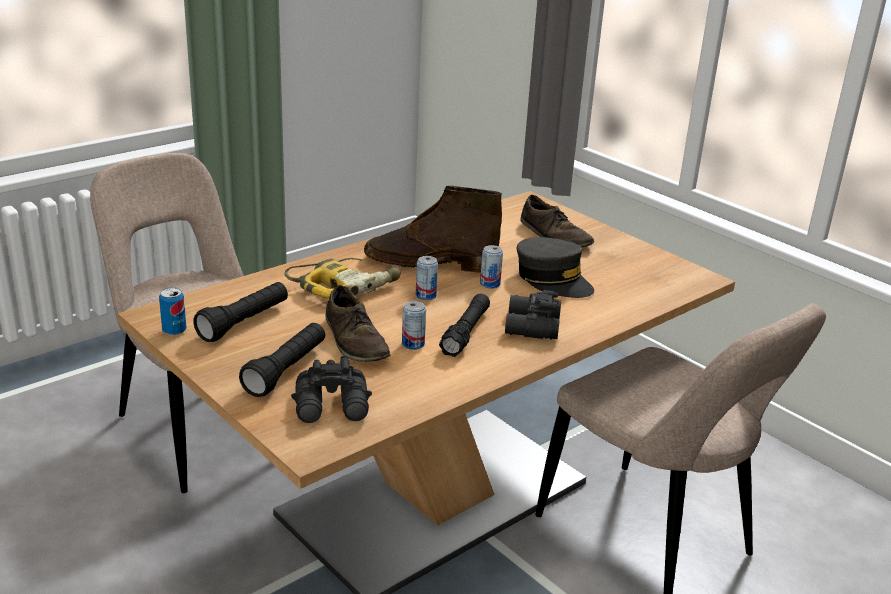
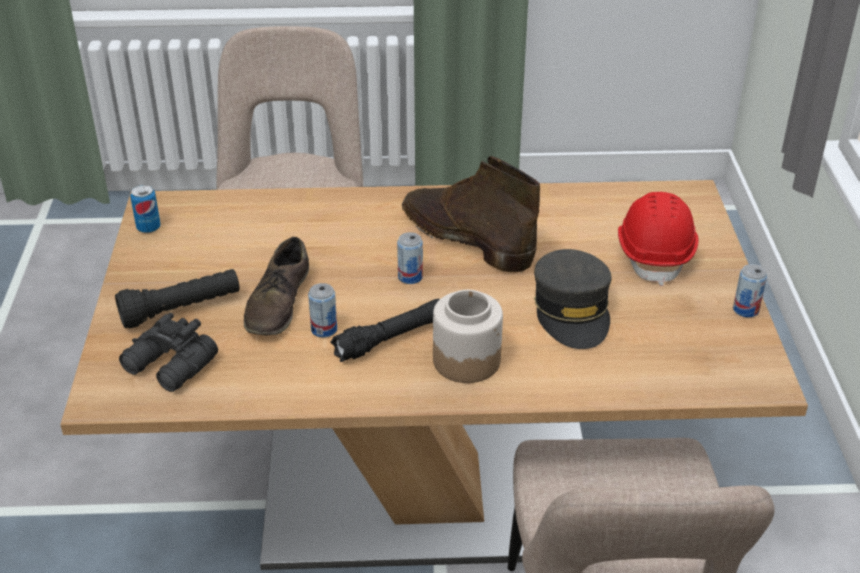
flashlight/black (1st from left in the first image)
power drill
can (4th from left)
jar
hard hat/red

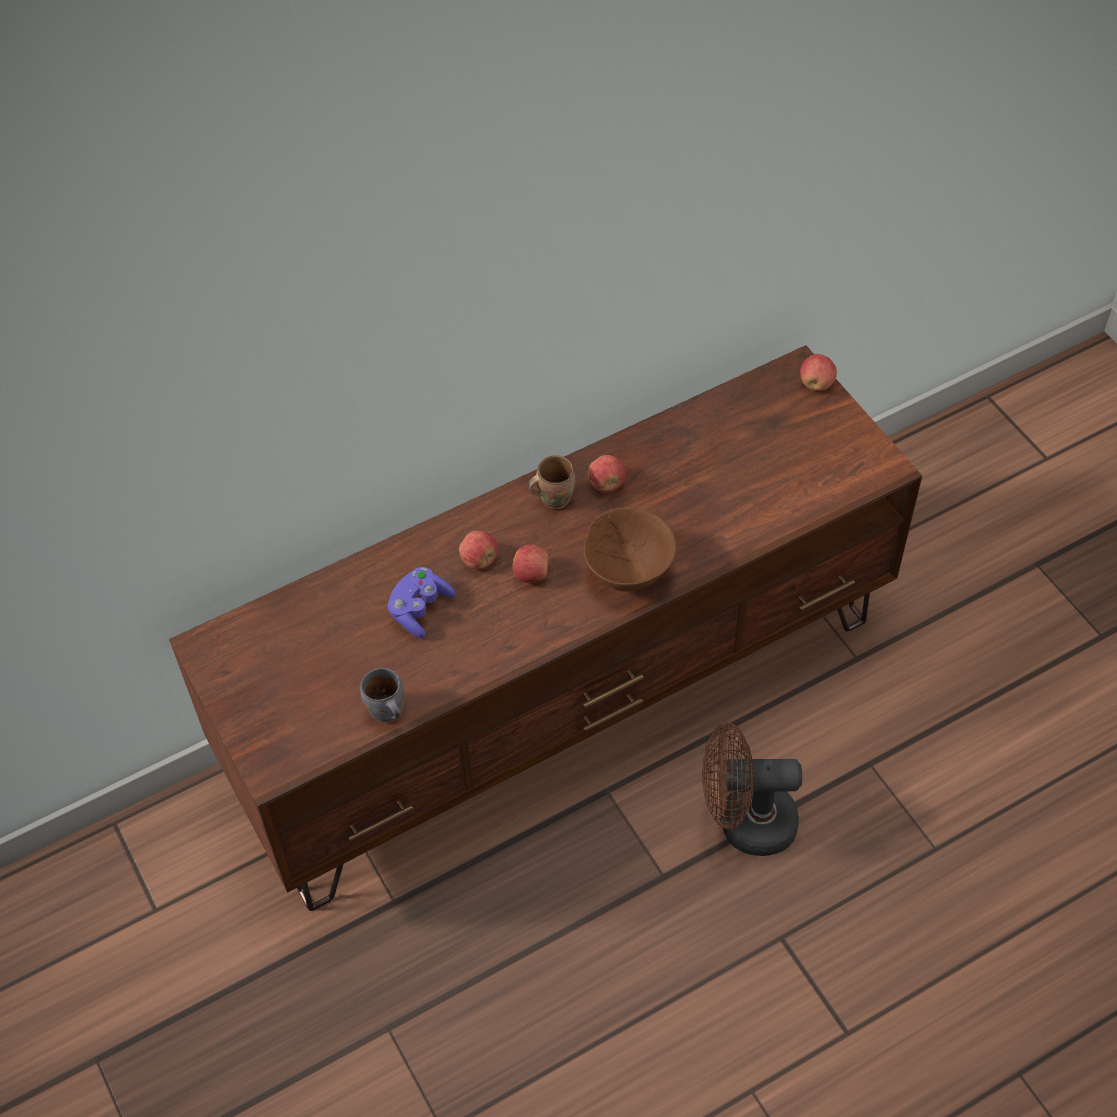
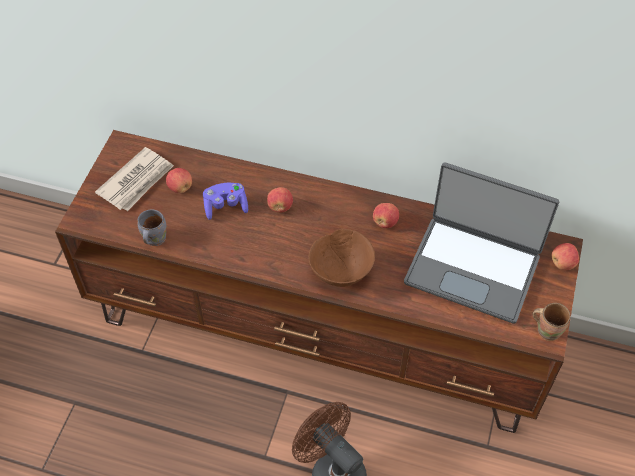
apple (1st from left)
mug/brown
newspaper
laptop

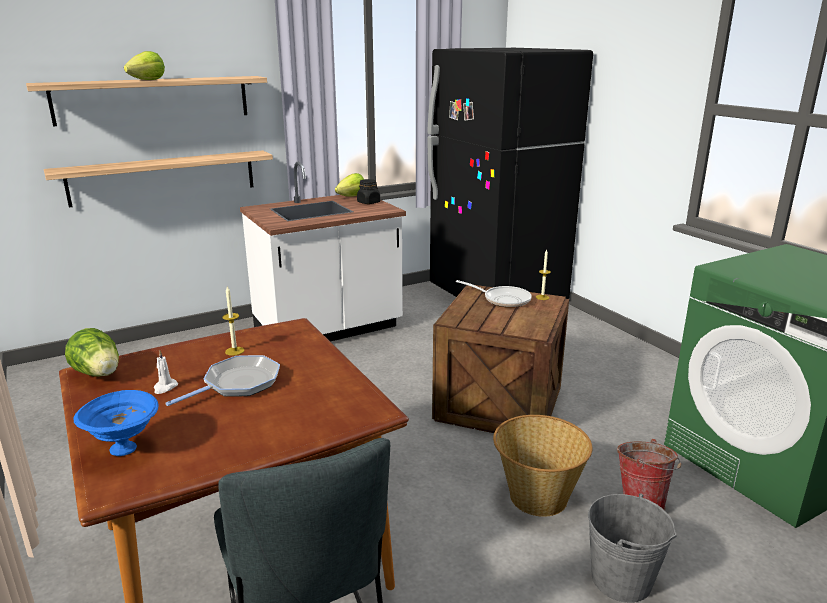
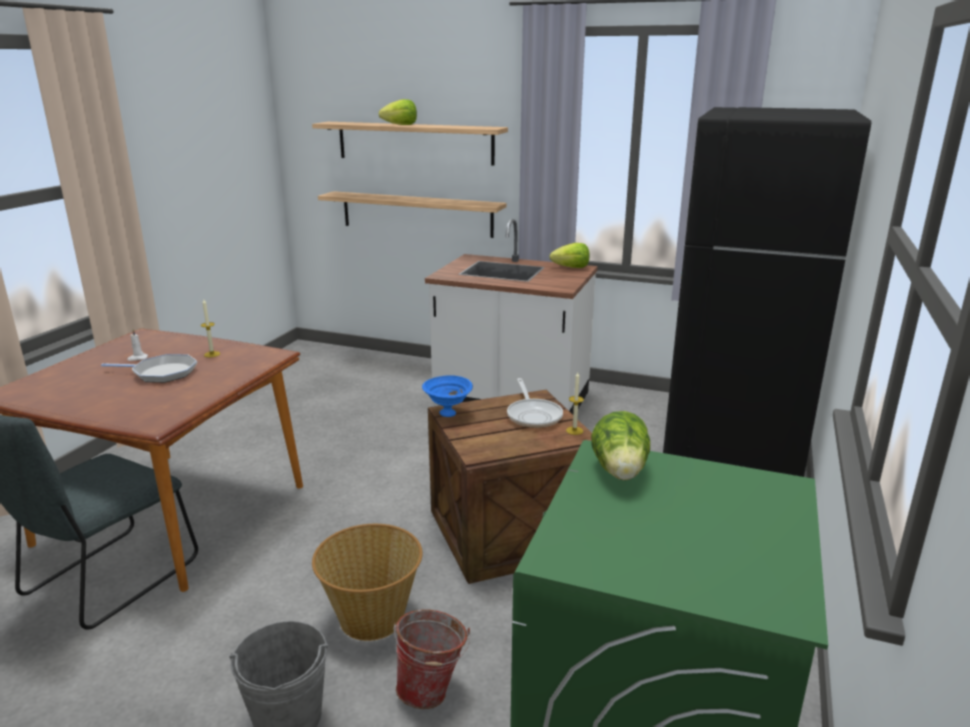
lettuce (3rd from left)
bowl/blue
jar/black

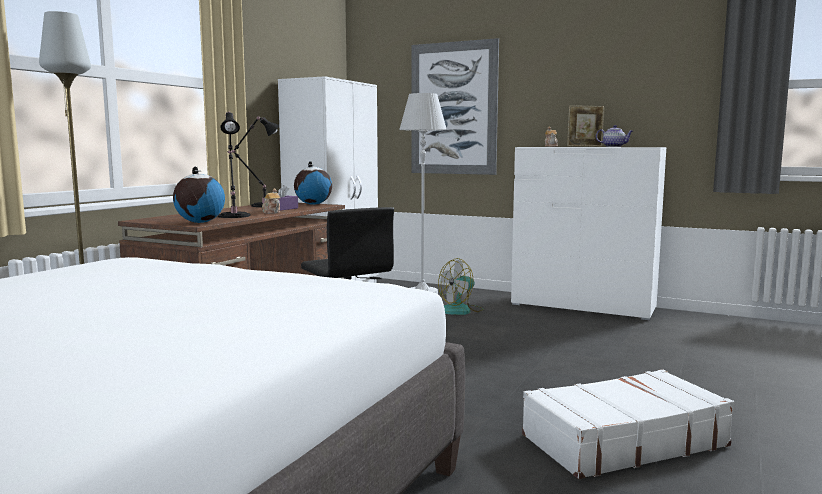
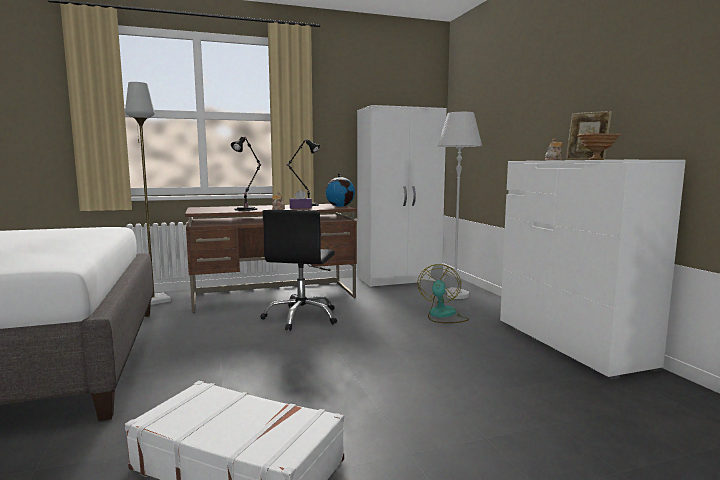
globe (1st from left in the first image)
picture
fan
bowl/brown

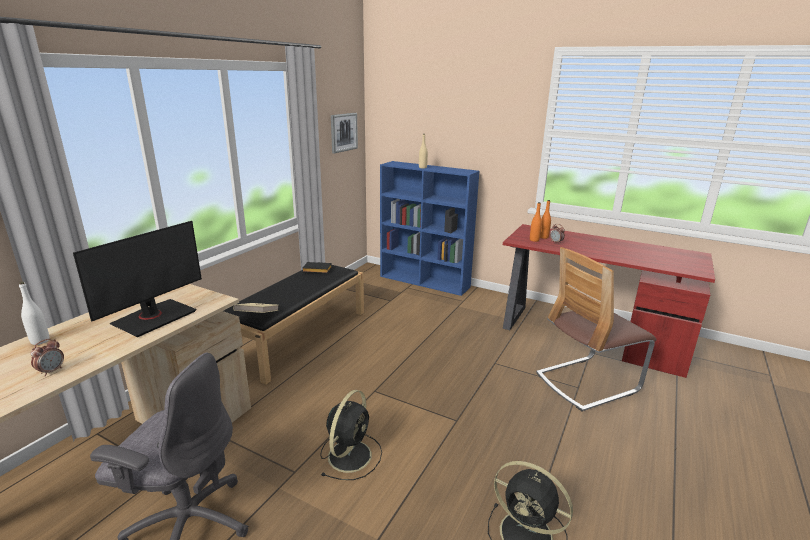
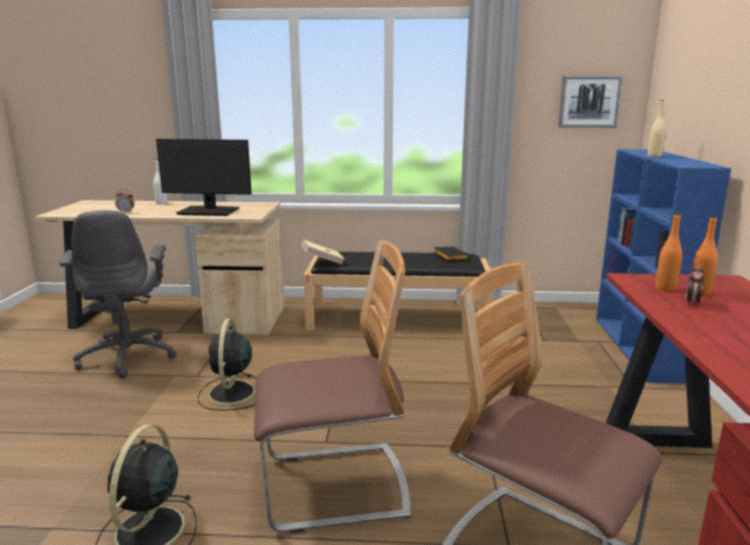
fan/black (2nd from left)
chair (1st from left)

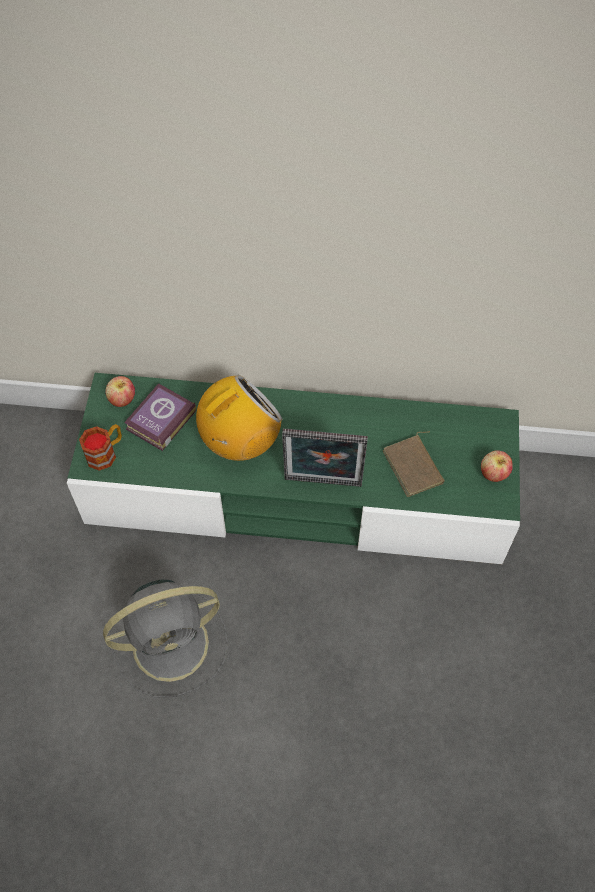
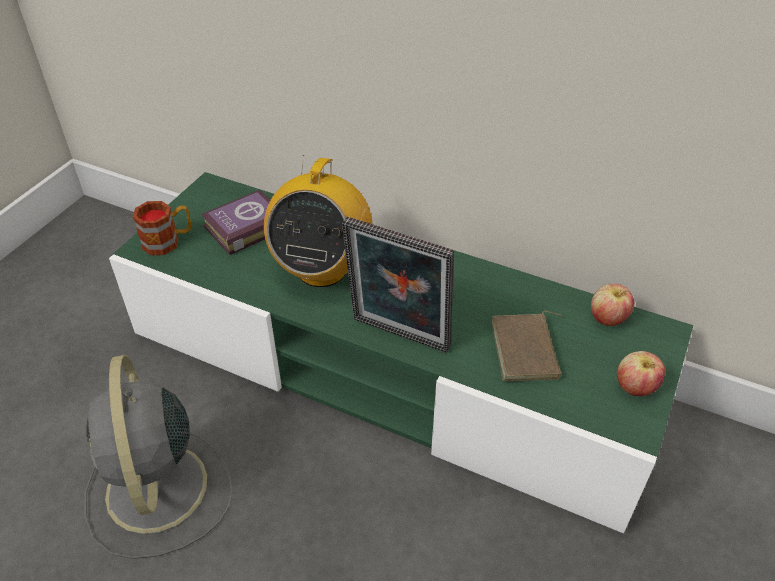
fan/grey
apple (1st from left)
radio

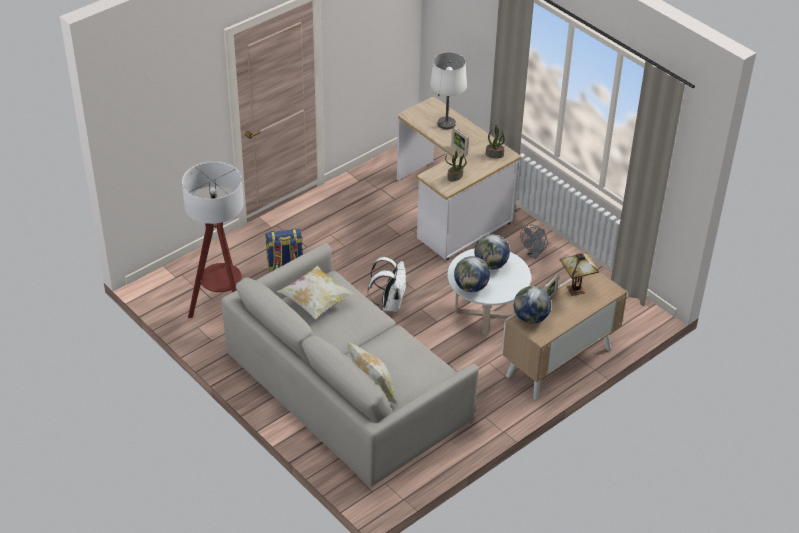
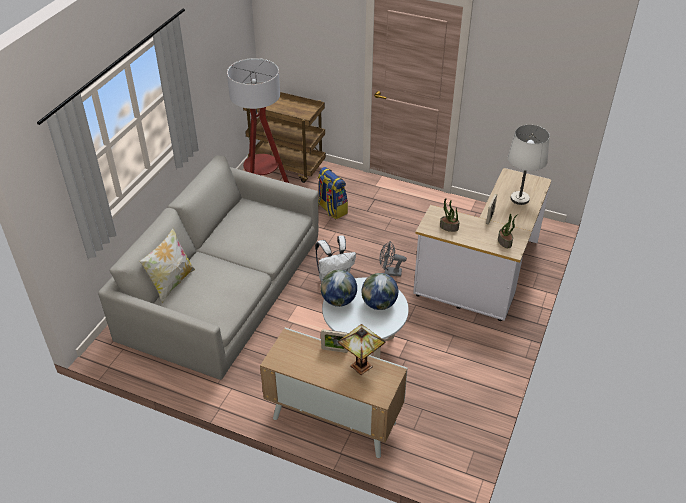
pillow (1st from left in the first image)
globe (3rd from left in the first image)
fan/grey
cart/brown

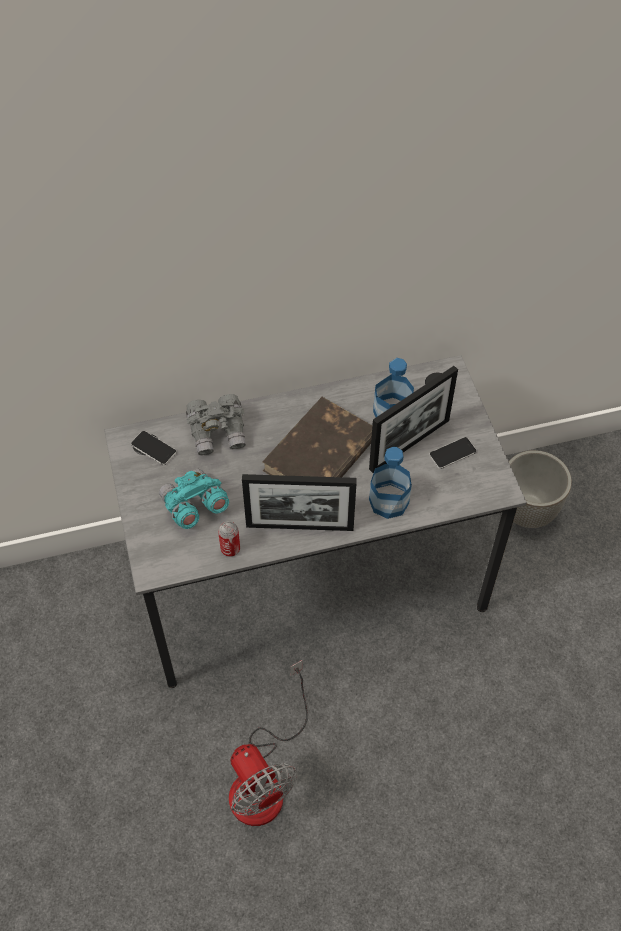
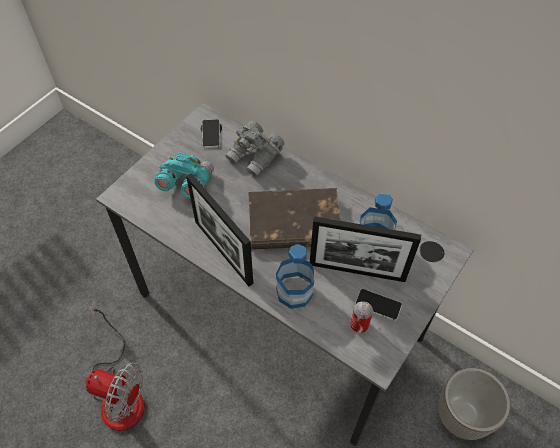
can
fan

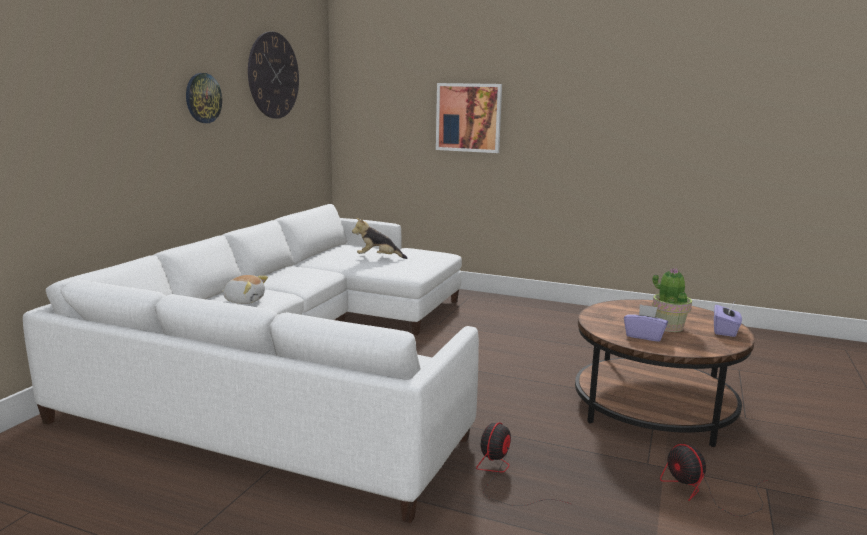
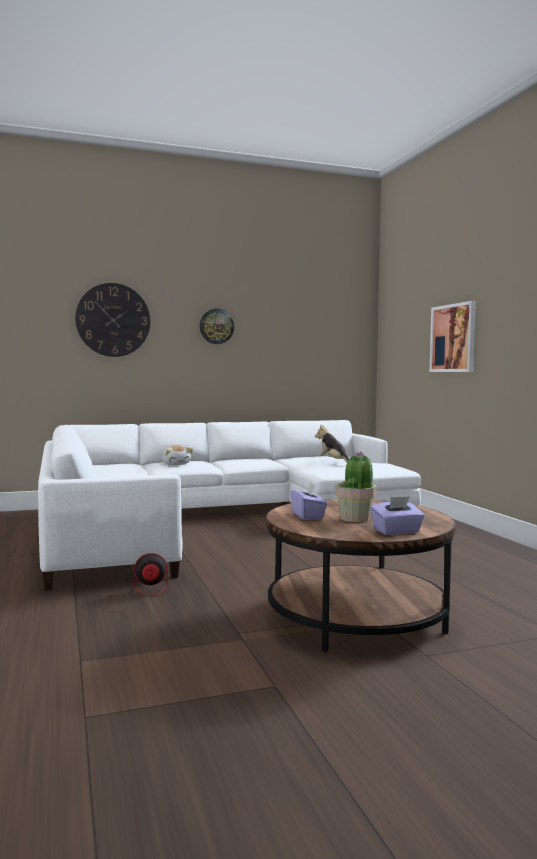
wall clock (1st from left)
fan (2nd from left in the first image)

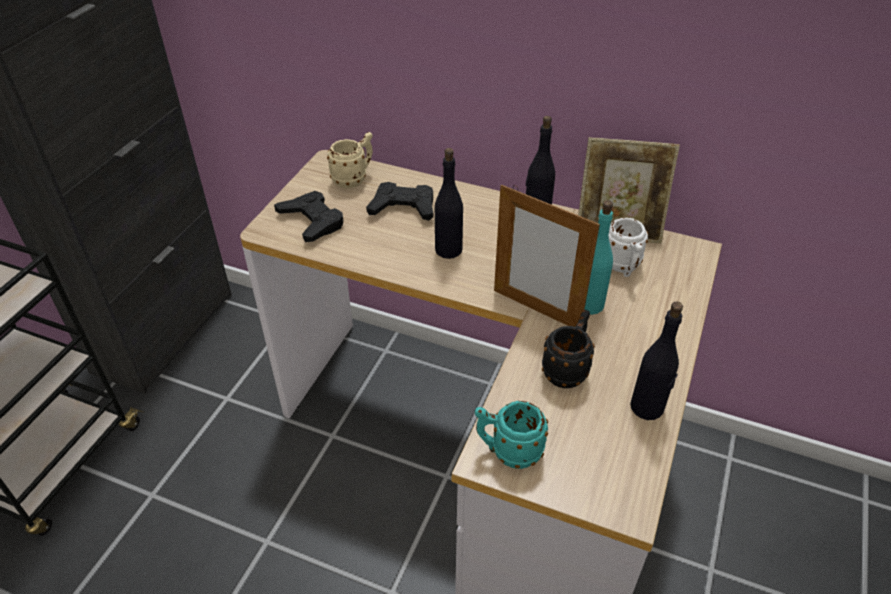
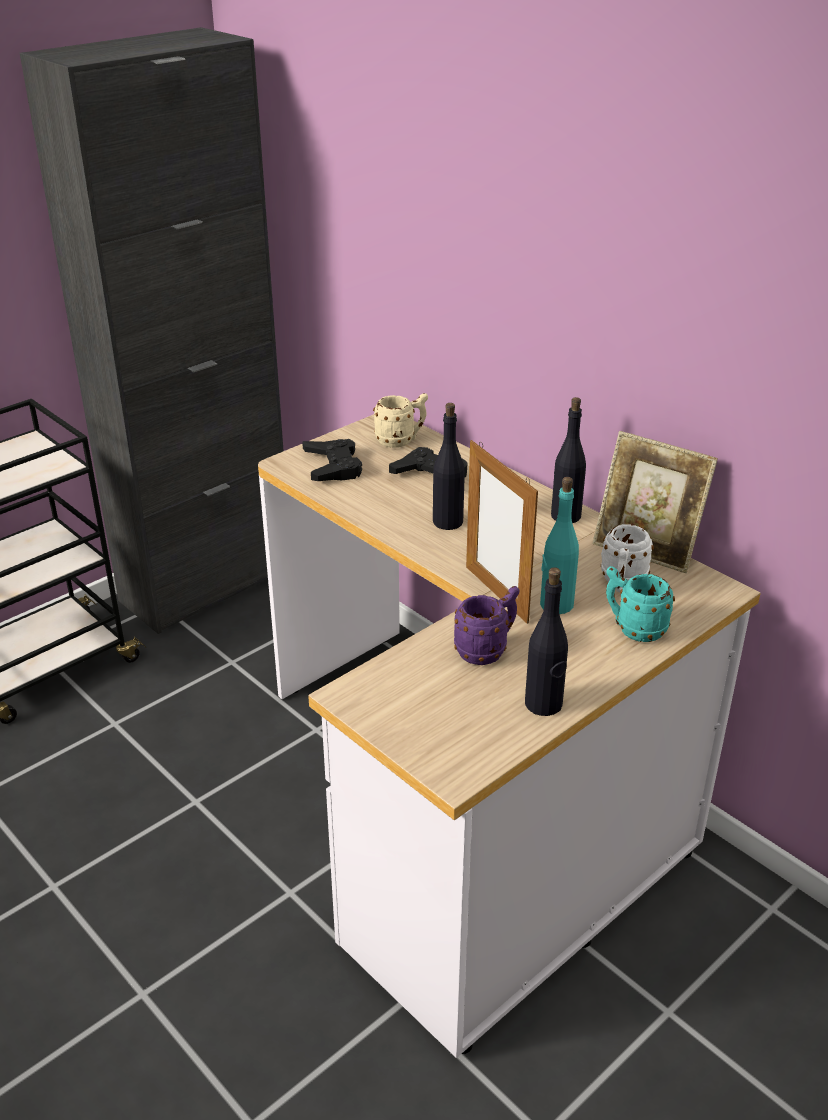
mug/turquoise
mug/purple

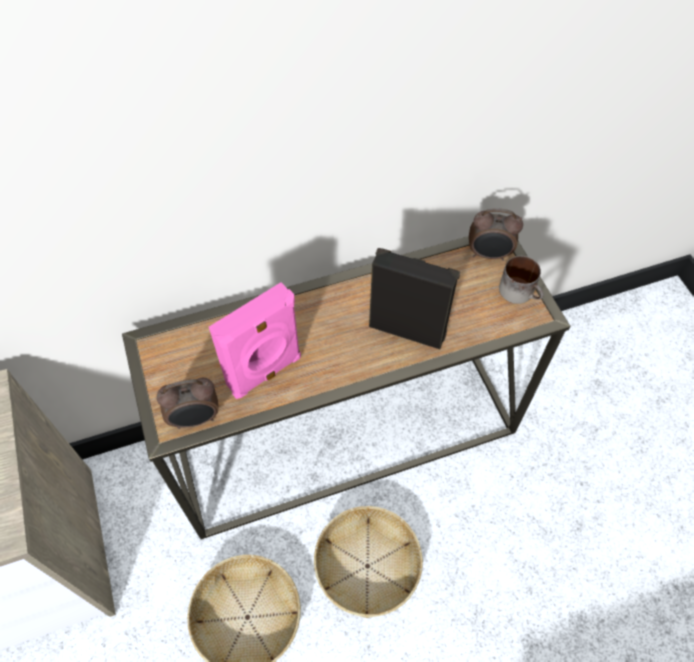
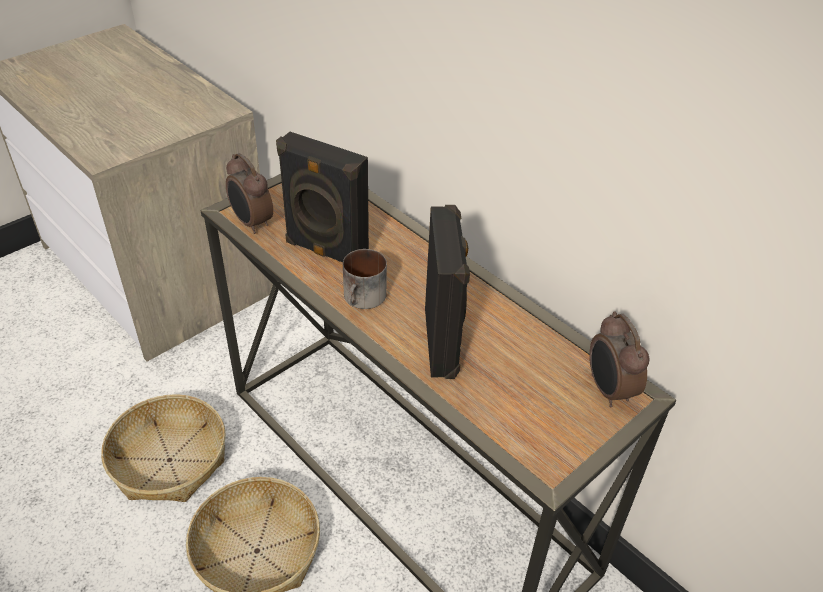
speaker/black (1st from left)
mug

